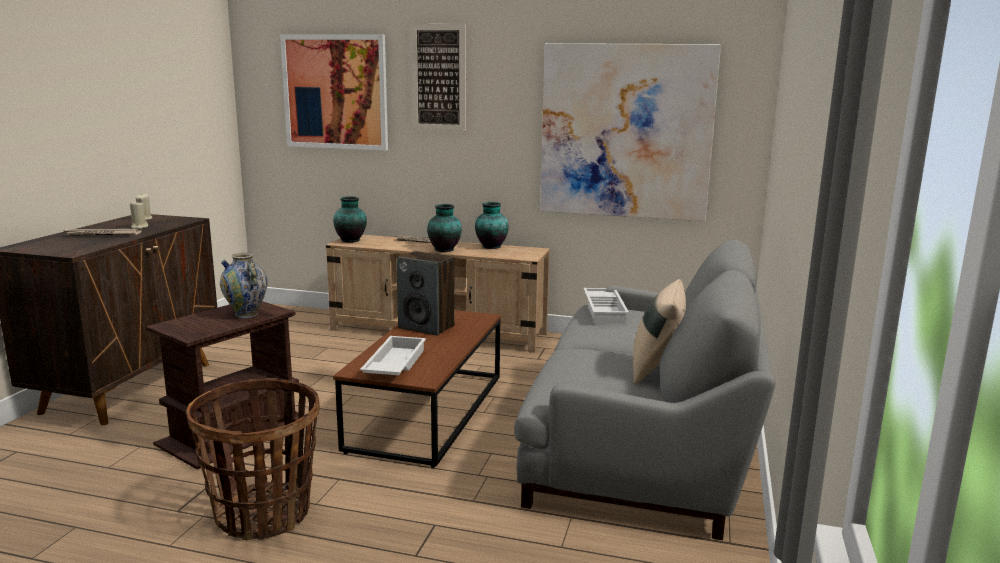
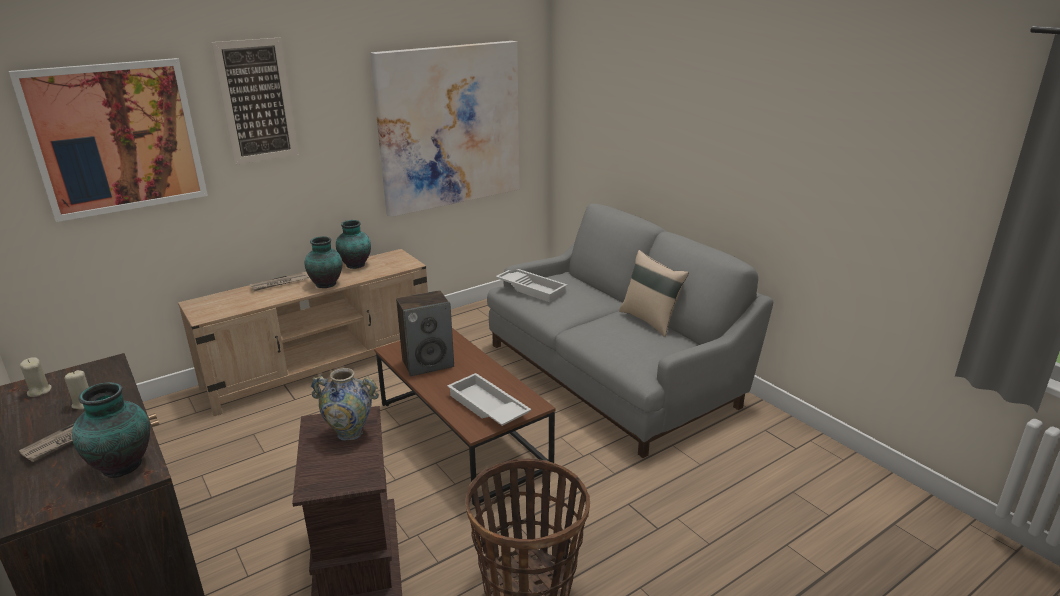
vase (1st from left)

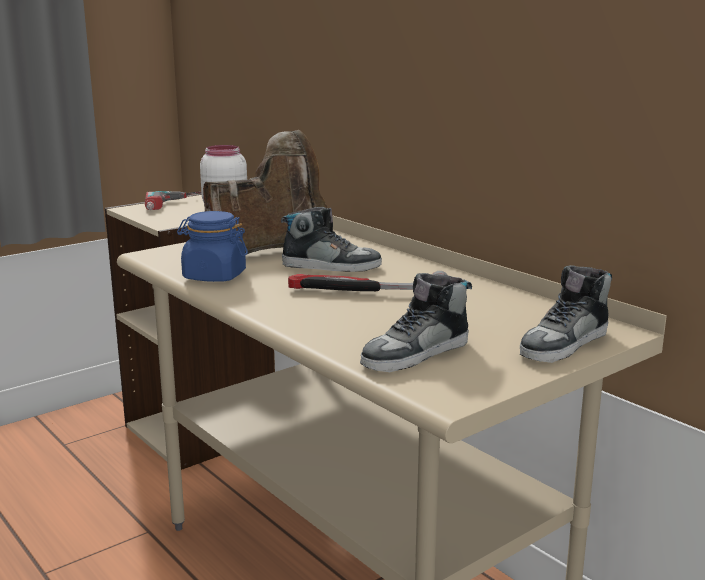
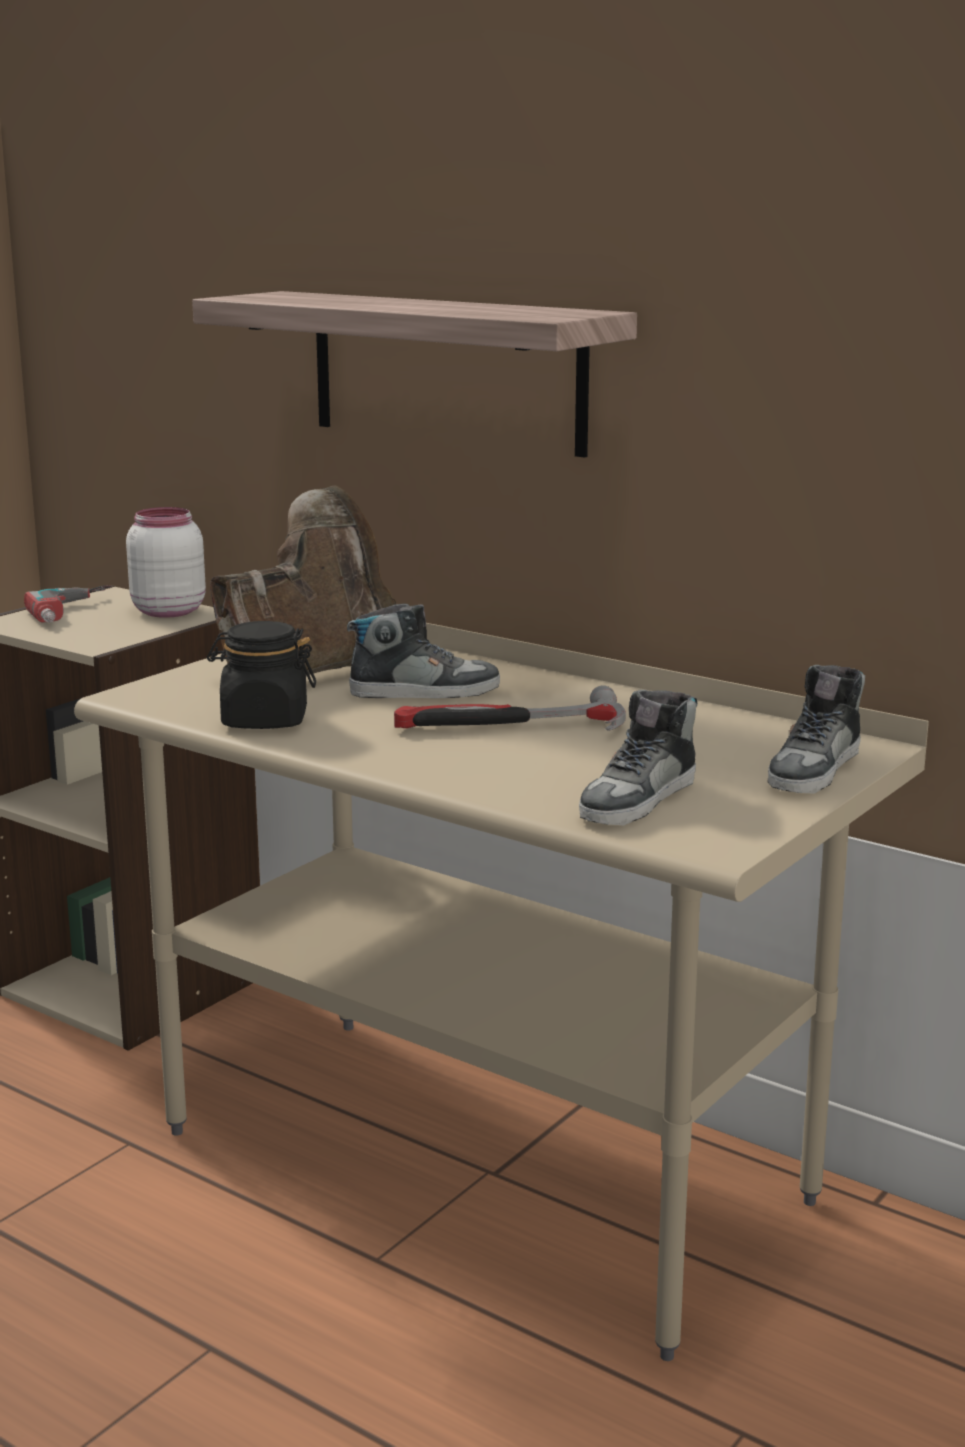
jar/black
shelf

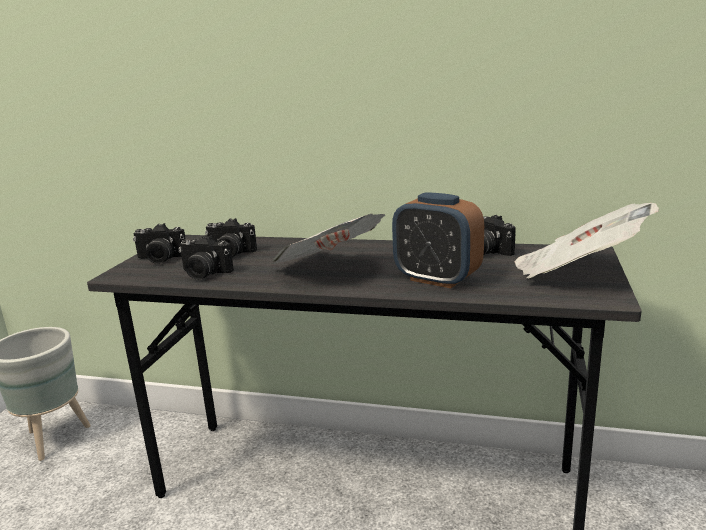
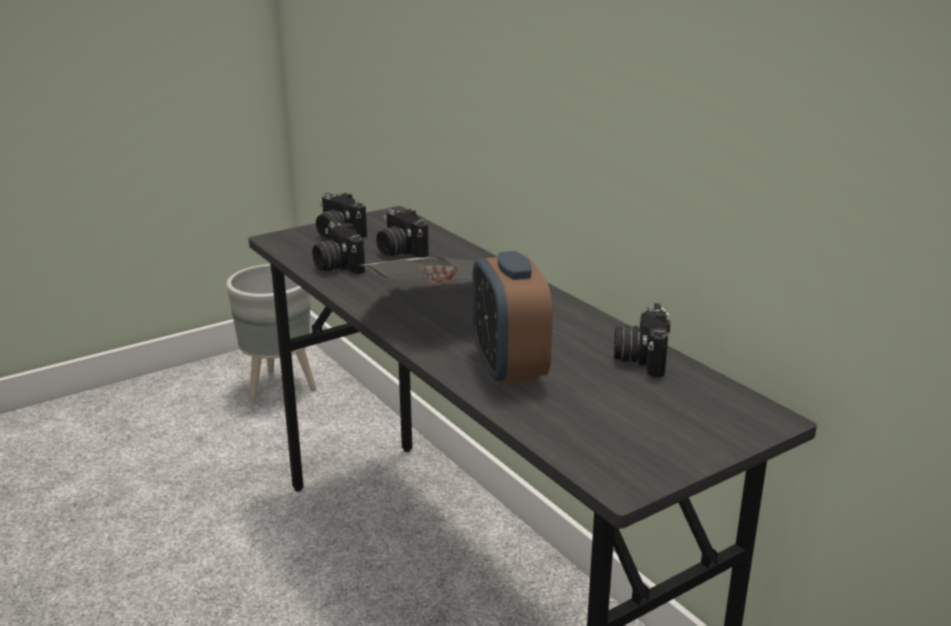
newspaper (2nd from left in the first image)

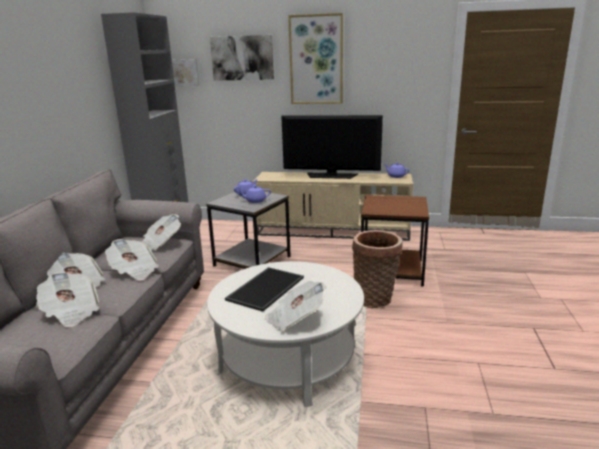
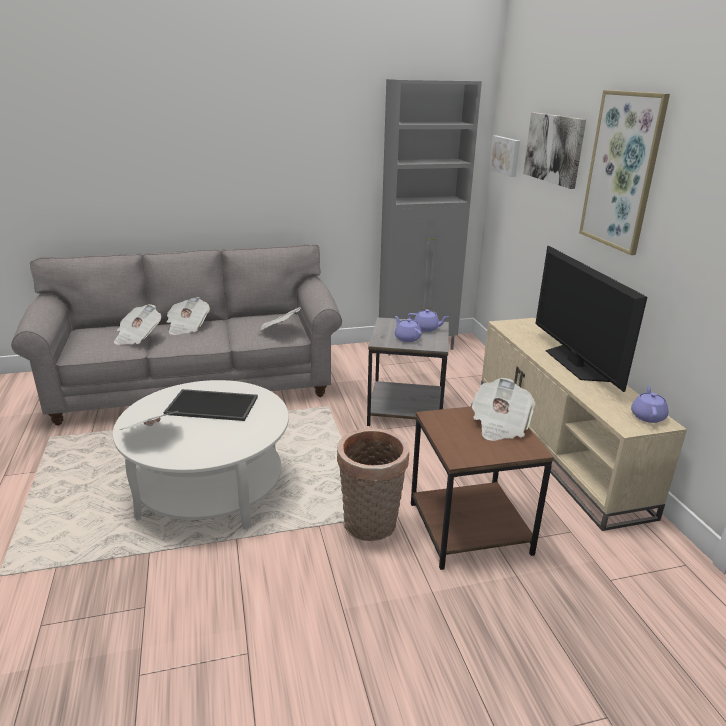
newspaper (5th from left)

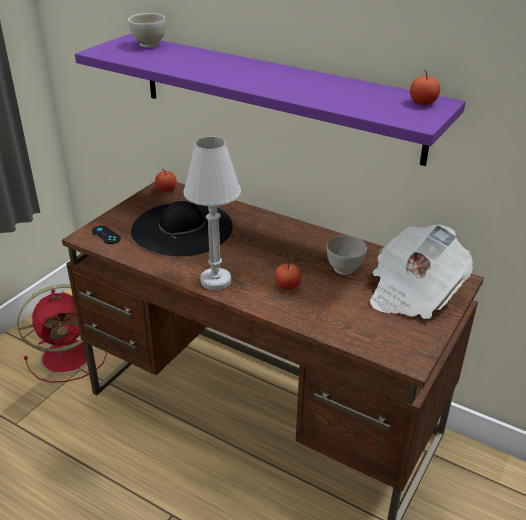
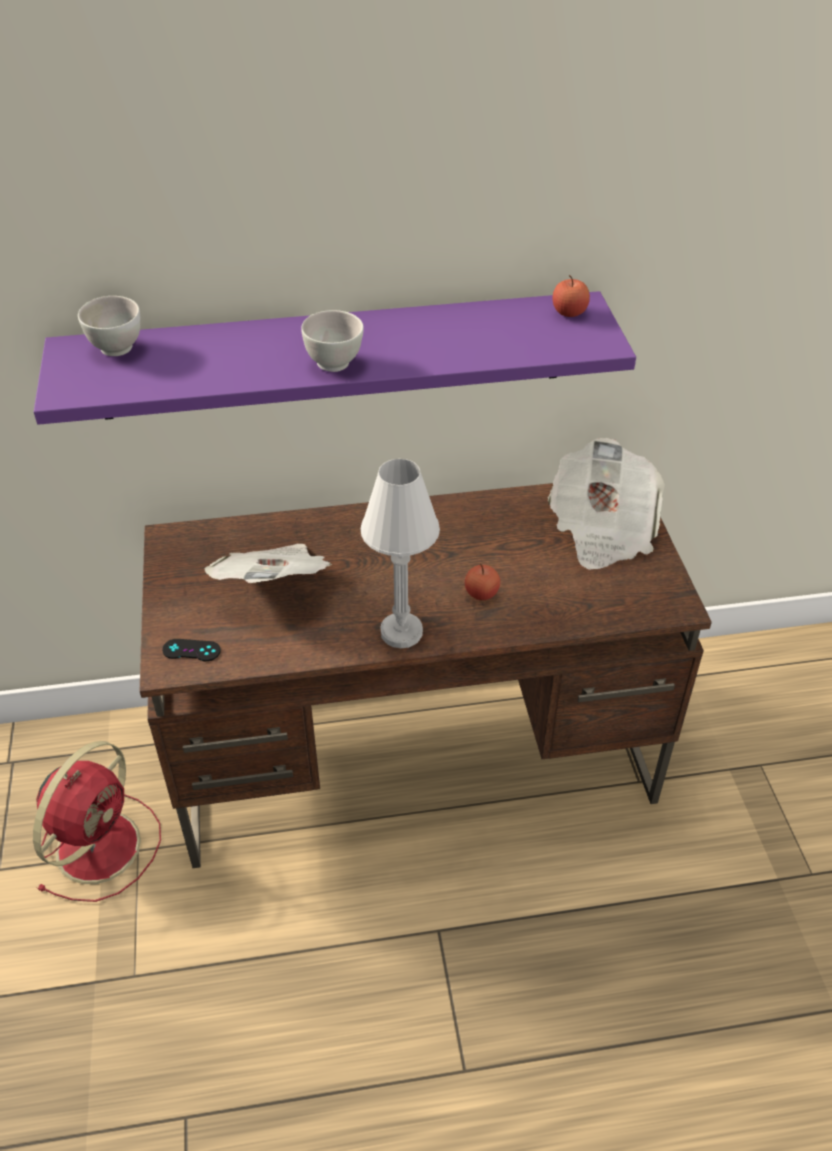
newspaper (1st from left)
apple (1st from left in the first image)
bowl/white (2nd from left)

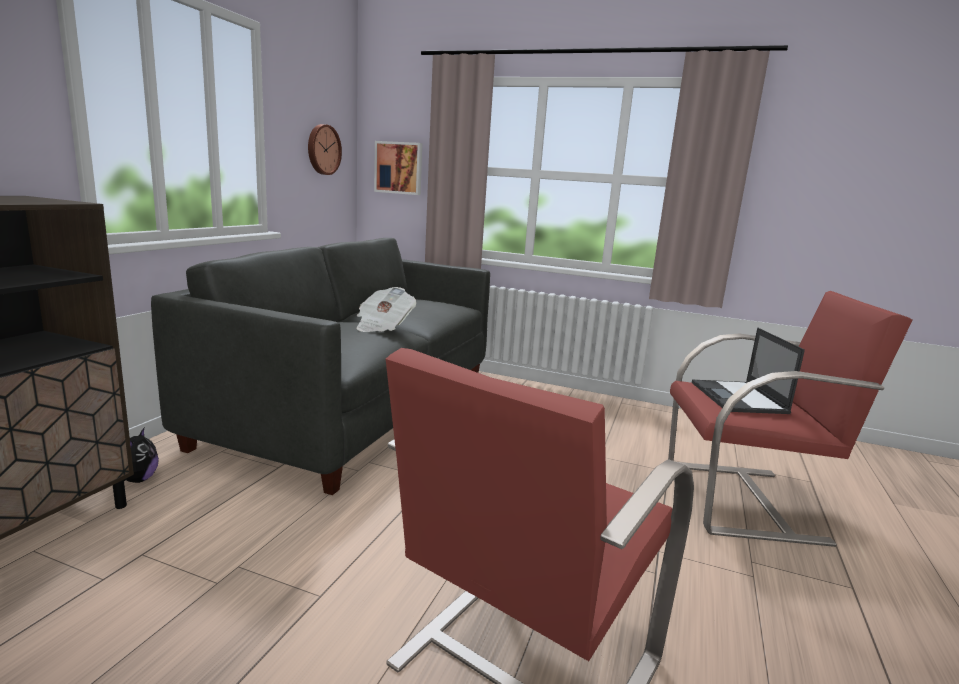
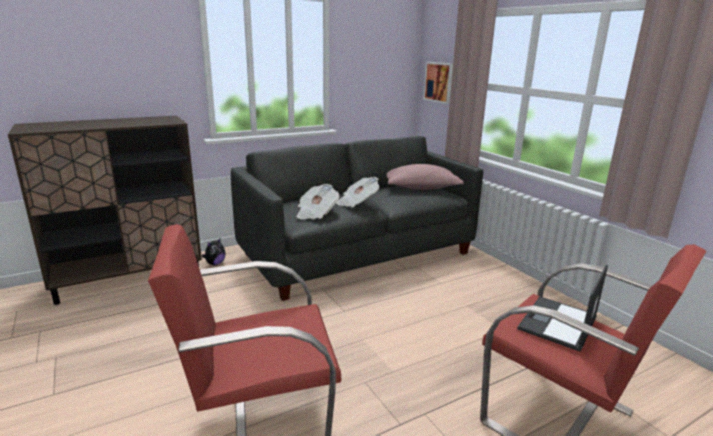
wall clock
newspaper (1st from left)
pillow/pink

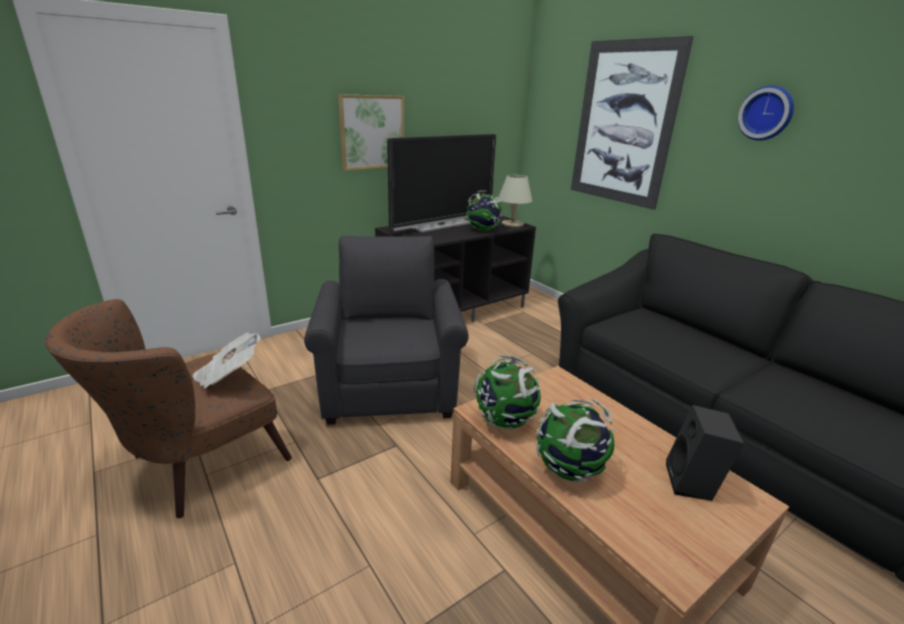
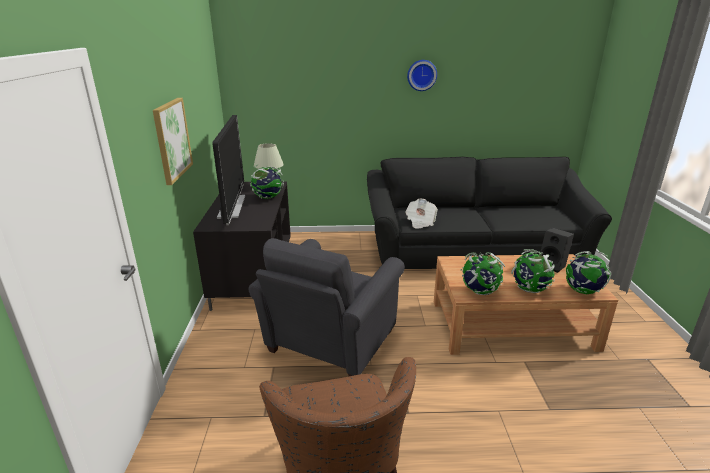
newspaper
armchair/grey
picture (2nd from left in the first image)
globe (4th from left)

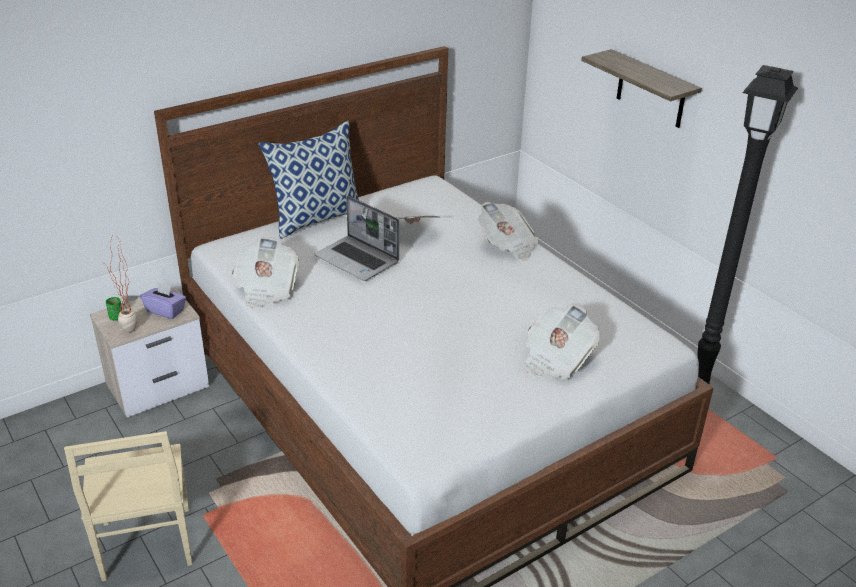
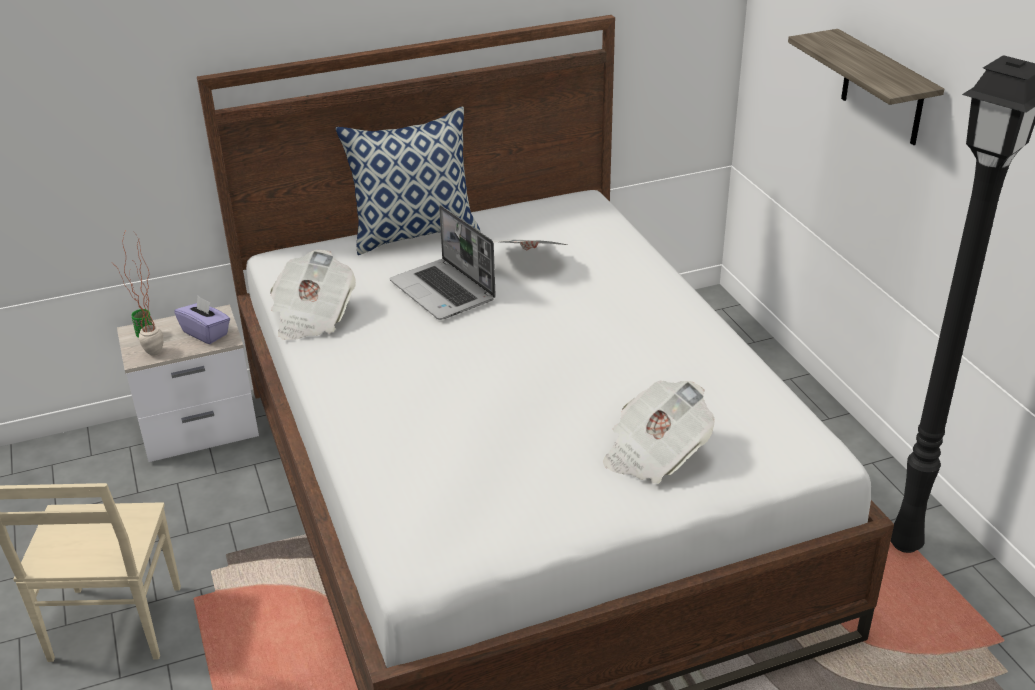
newspaper (3rd from left in the first image)

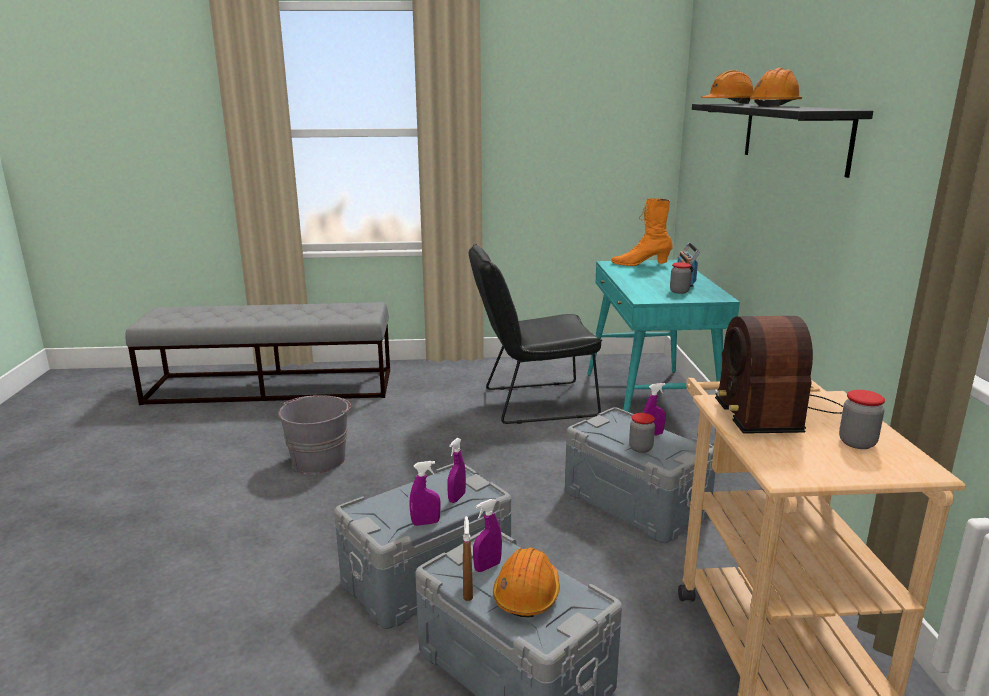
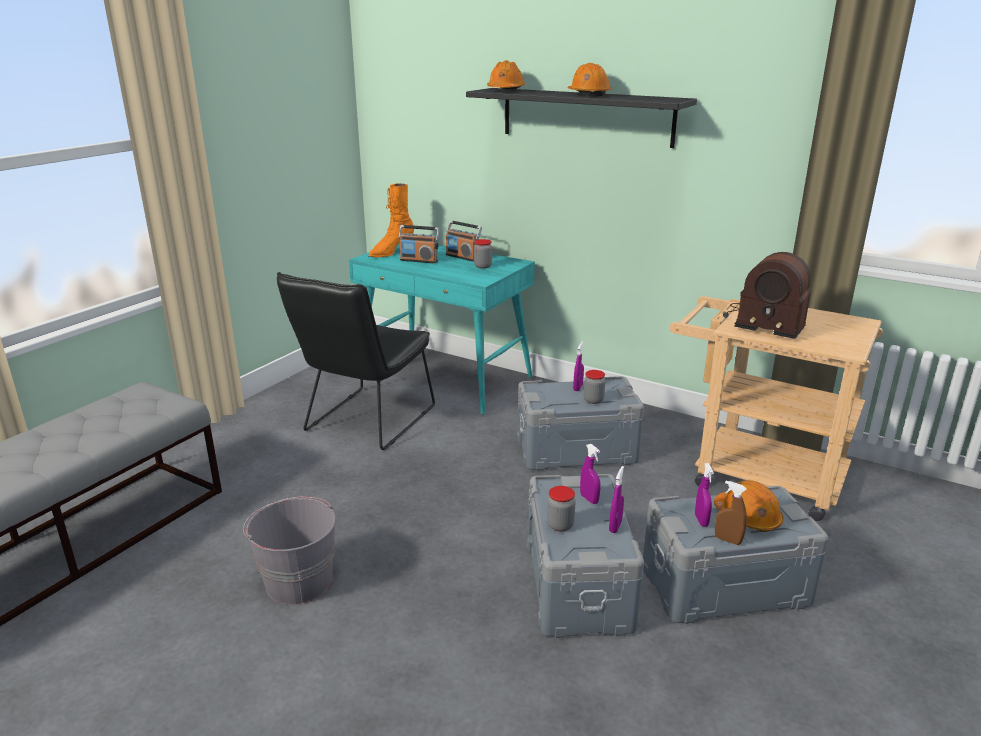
jar (2nd from left)
radio (1st from left)

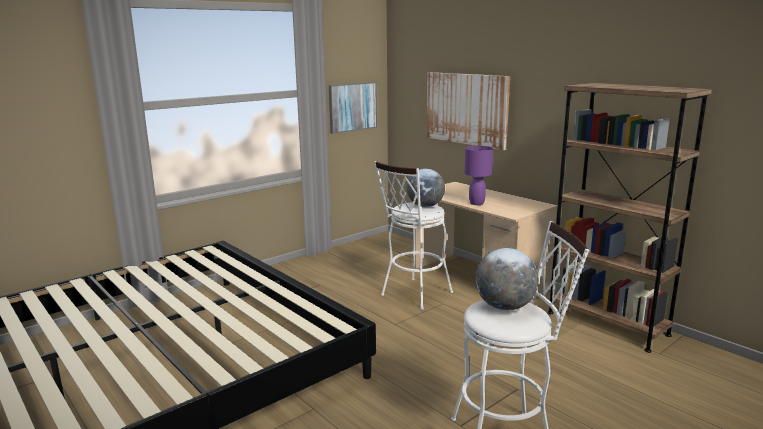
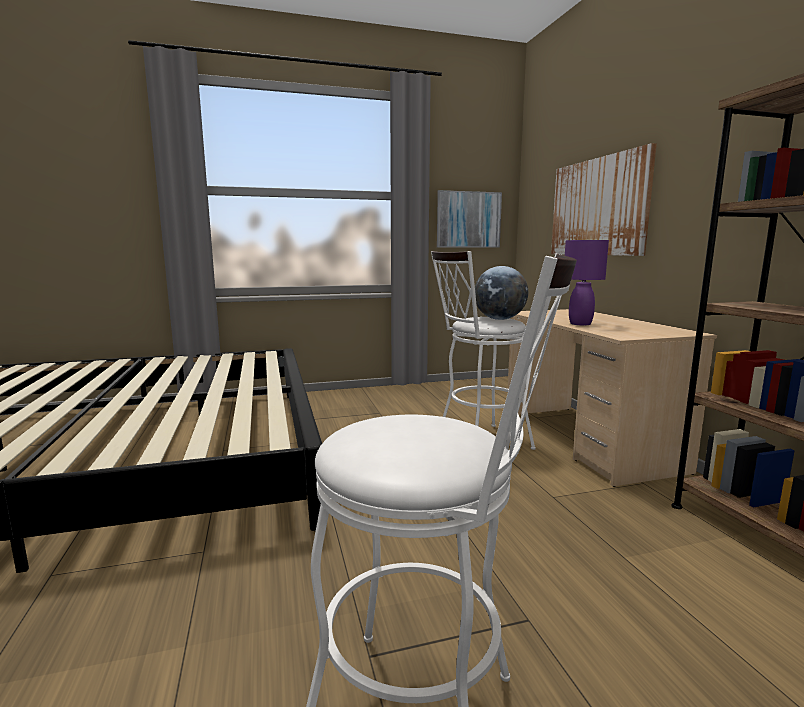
globe (2nd from left in the first image)

